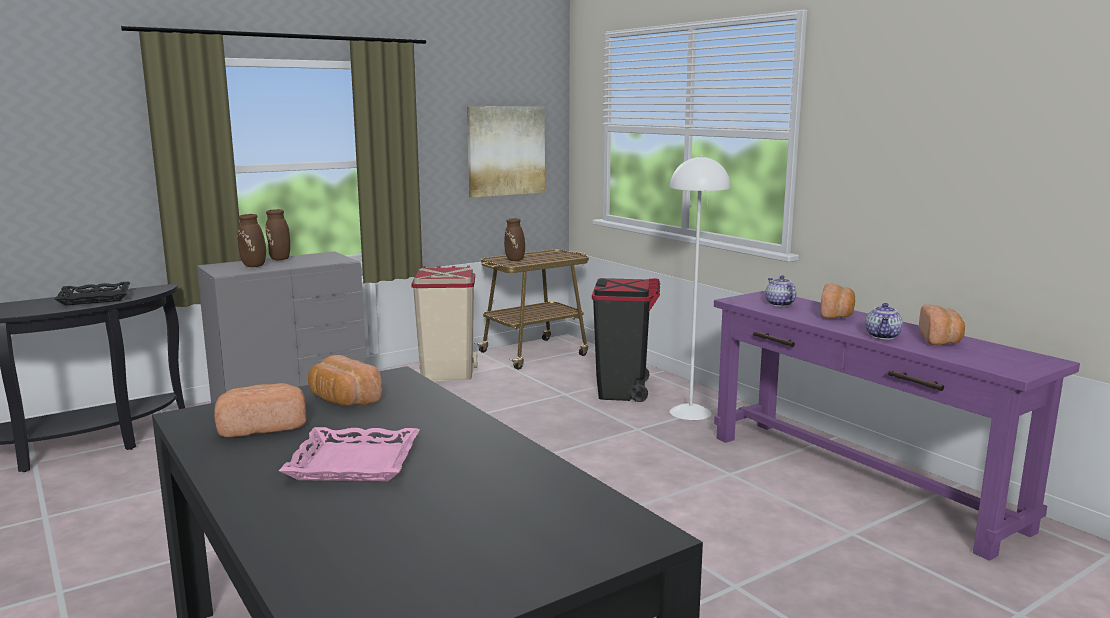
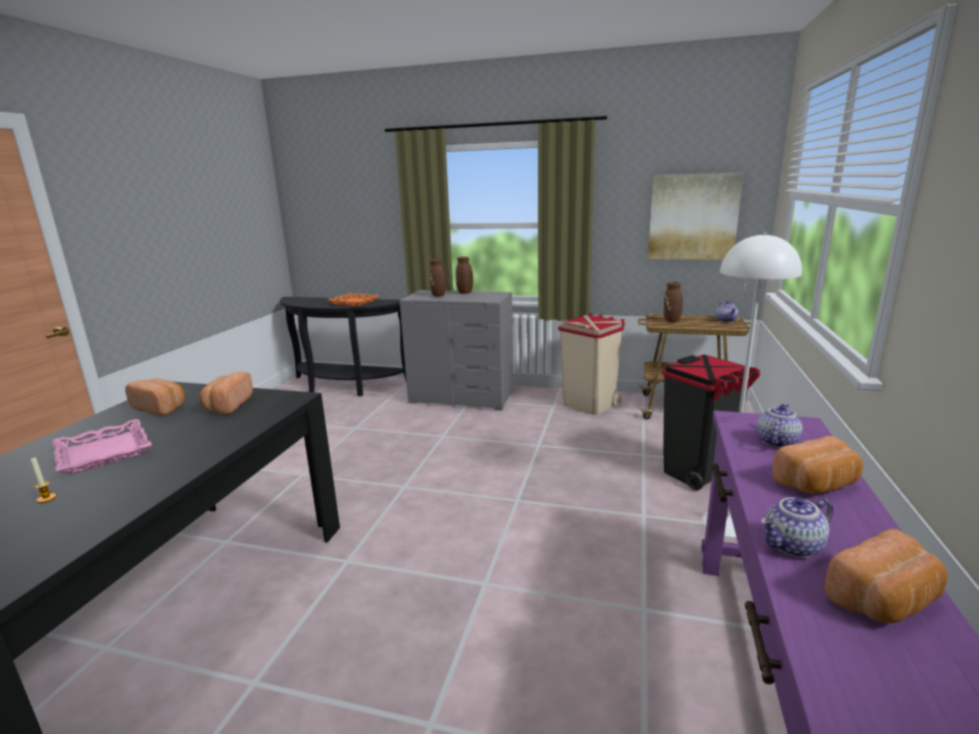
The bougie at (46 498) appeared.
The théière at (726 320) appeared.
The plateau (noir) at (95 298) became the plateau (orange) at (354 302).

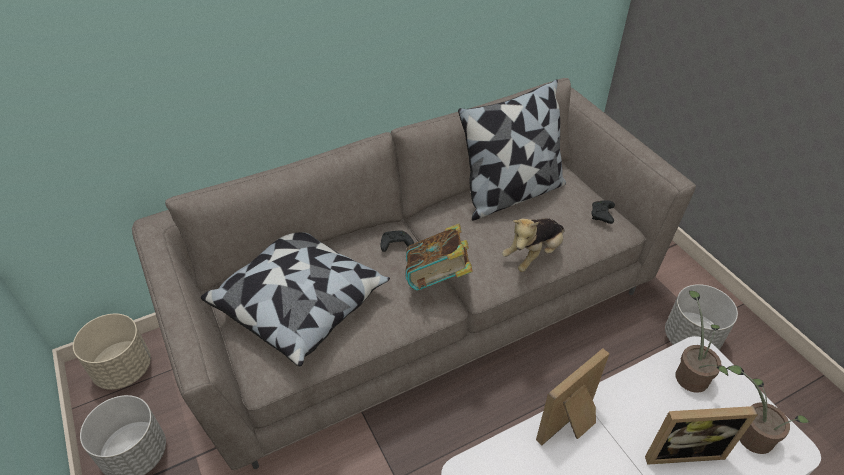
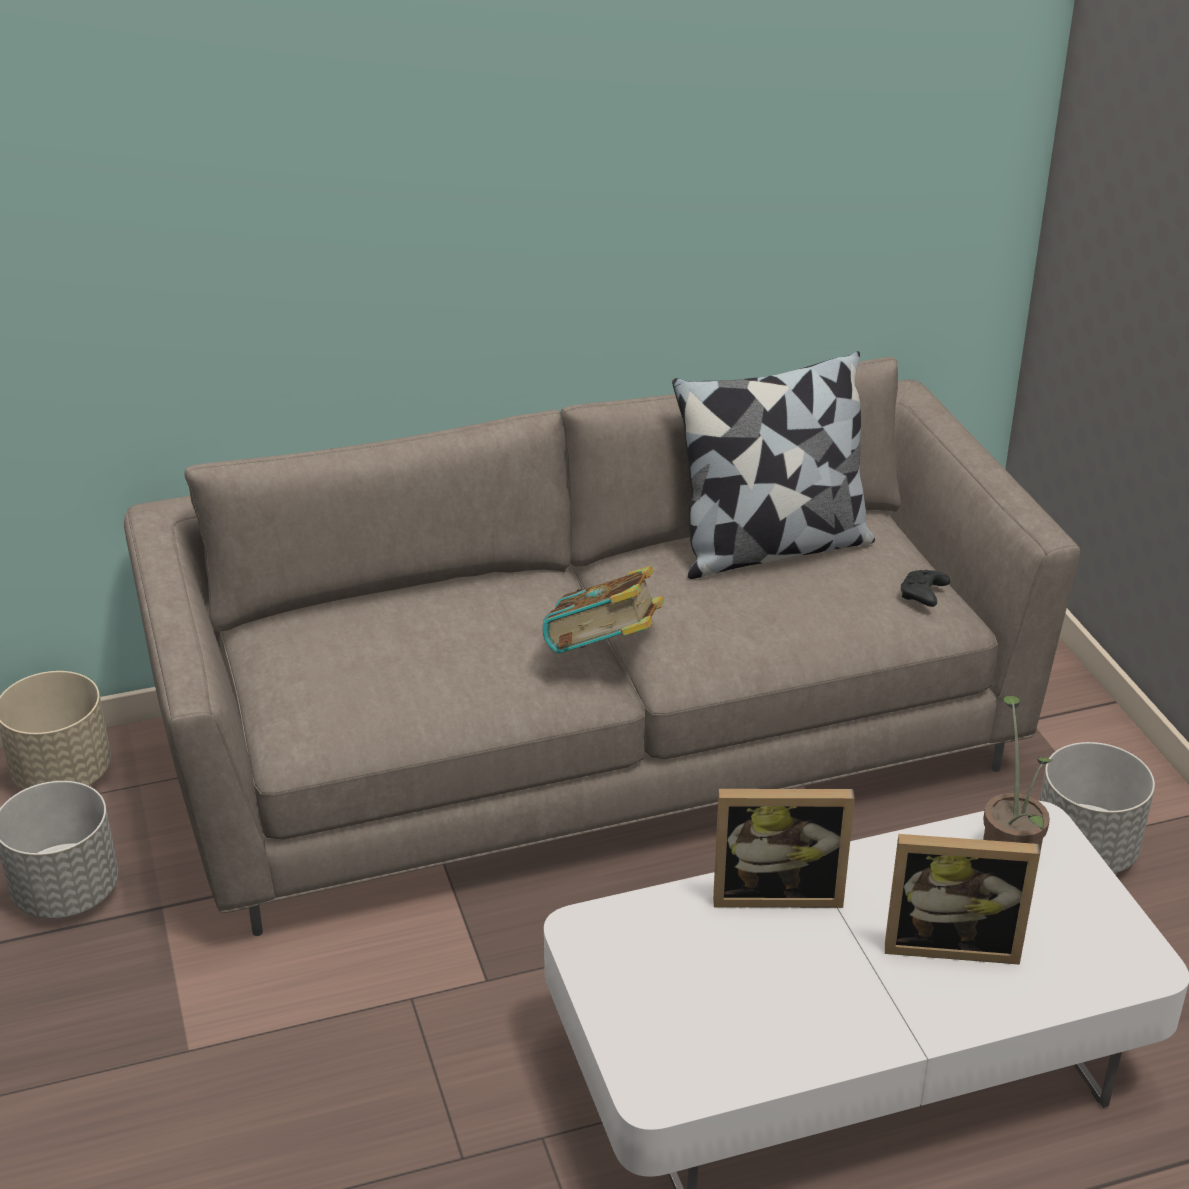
The coussin at (300 304) disappeared.
The manette (noir) at (395 245) disappeared.
The peluche at (533 255) disappeared.
The plante en pot at (749 433) disappeared.
The cadre photo at (571 426) turned 150 degrees counterclockwise.

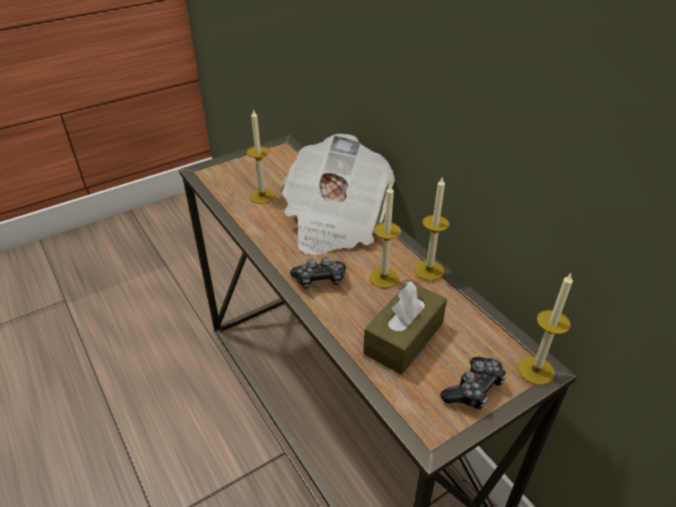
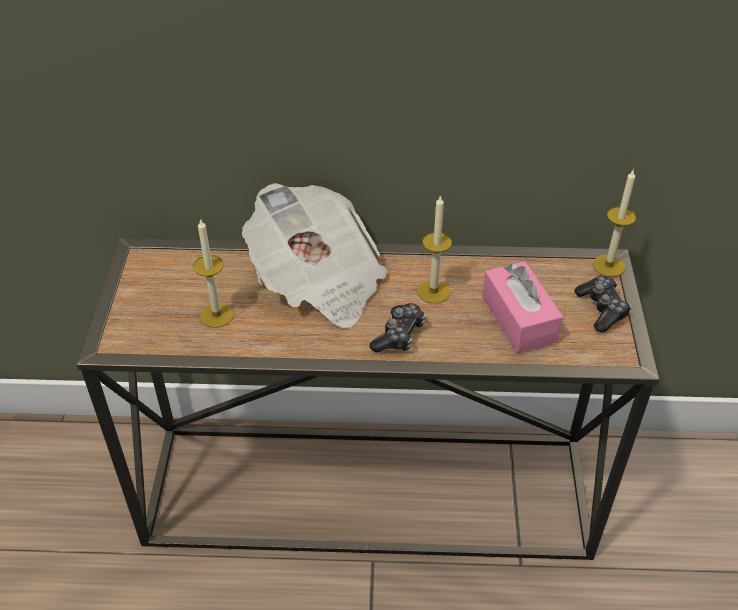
The bougie at (429 270) disappeared.
The boîte à mouchoirs (marron) at (404 338) became the boîte à mouchoirs (rose) at (519 319).

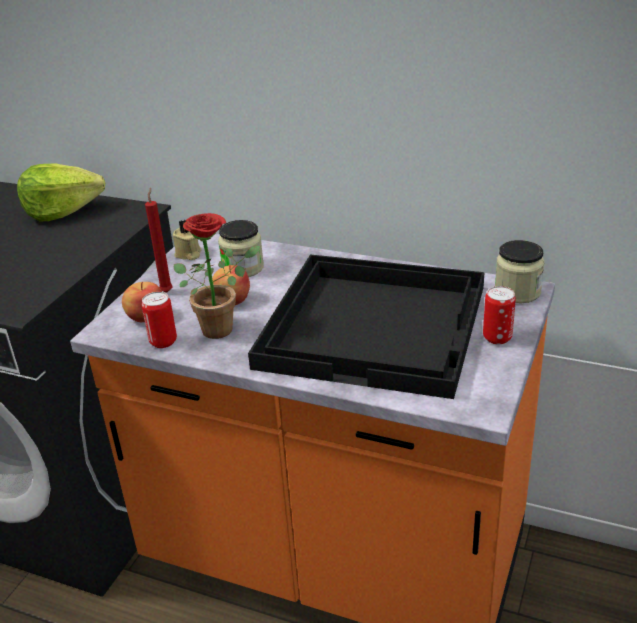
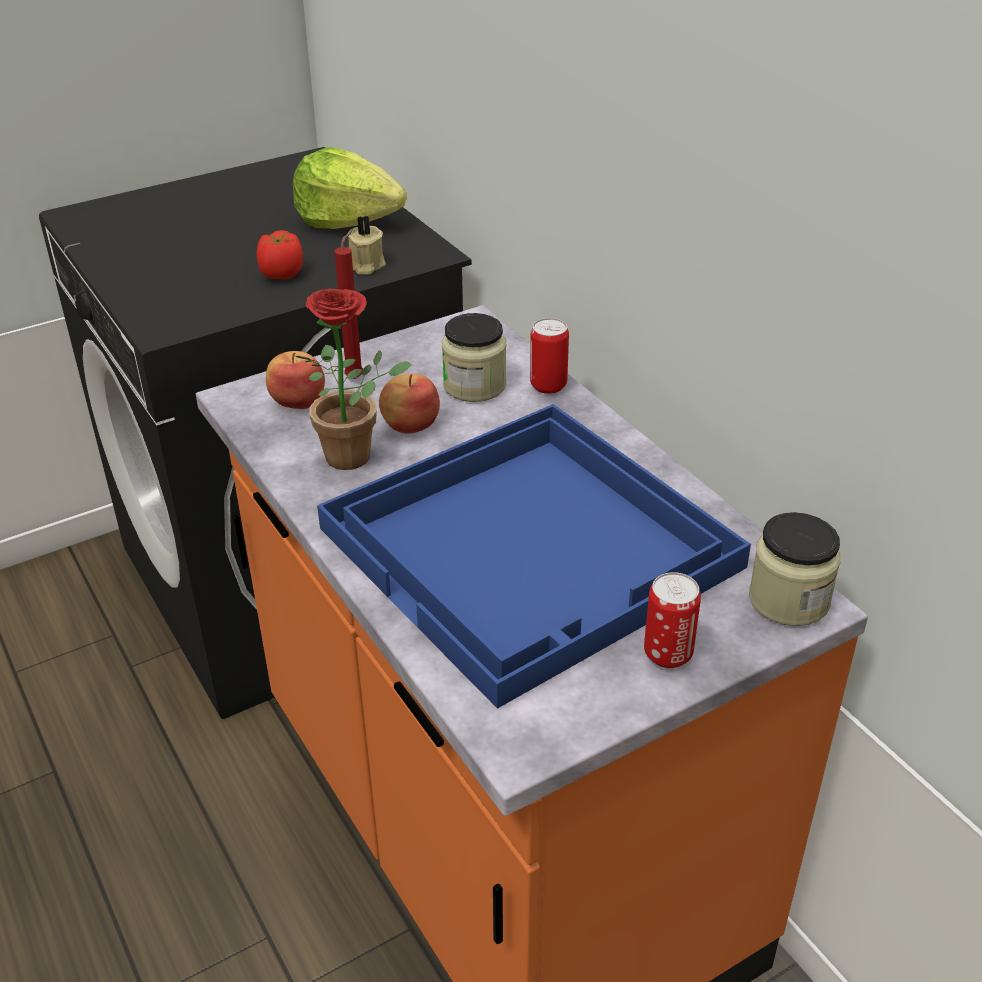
The tomate at (281 274) appeared.
The boîte métallique moved from (163 341) to (548 385).
The bougie (beige) moved from (188 254) to (365 266).
The plateau (noir) at (376 325) became the plateau (bleu) at (533 548).

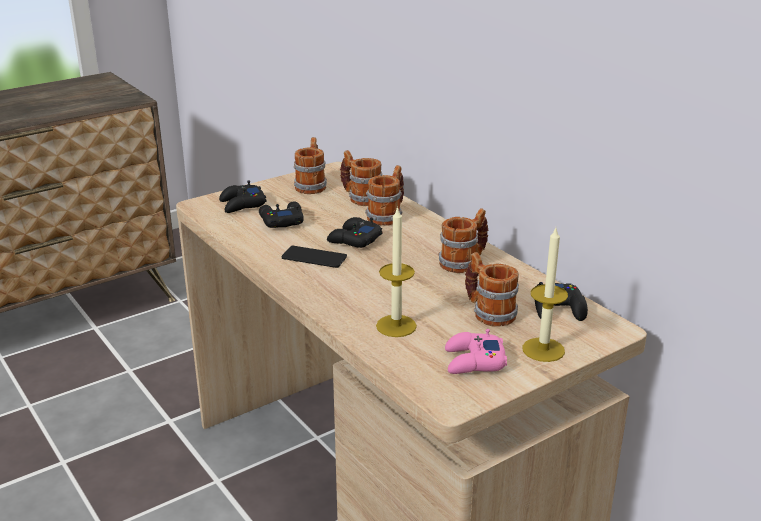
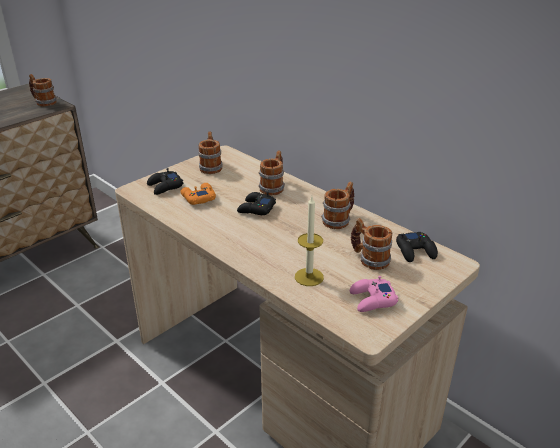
The téléphone at (314 257) disappeared.
The bougie at (543 349) disappeared.
The mug moved from (360 197) to (43 102).
The manette (noir) at (281 221) became the manette (orange) at (198 198).

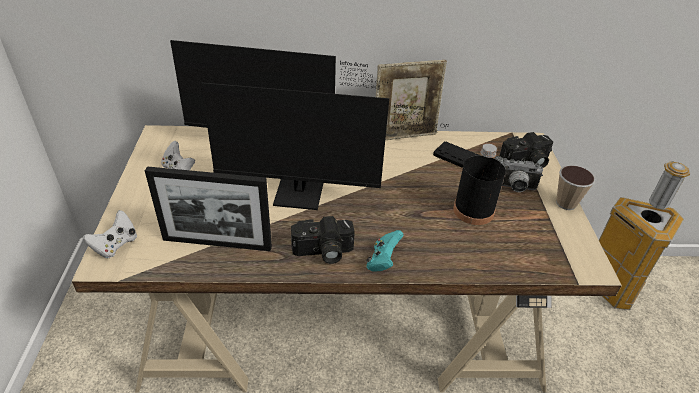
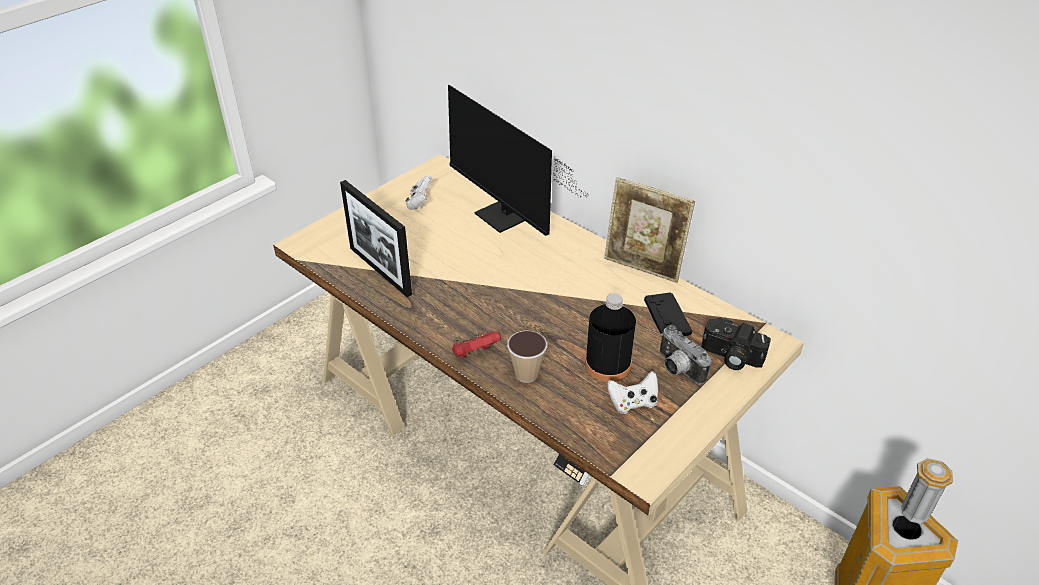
The écran d'ordinateur at (307 195) disappeared.
The appareil photo at (323 252) disappeared.
The manette (blanc) moved from (115 245) to (632 403).
The tasse moved from (566 203) to (526 374).
The manette (turquoise) at (383 261) became the manette (rouge) at (474 354).

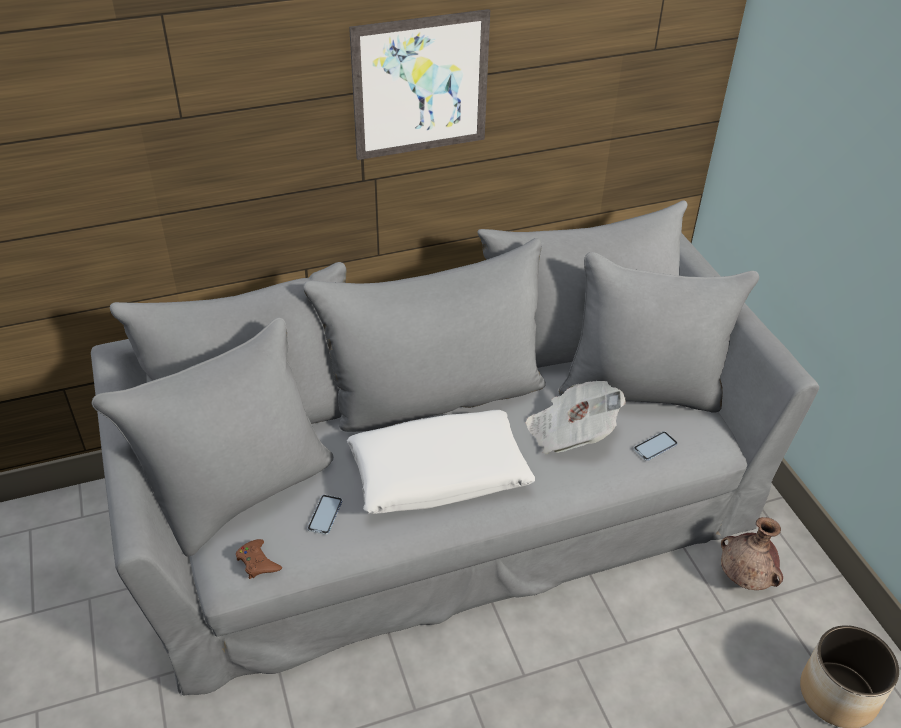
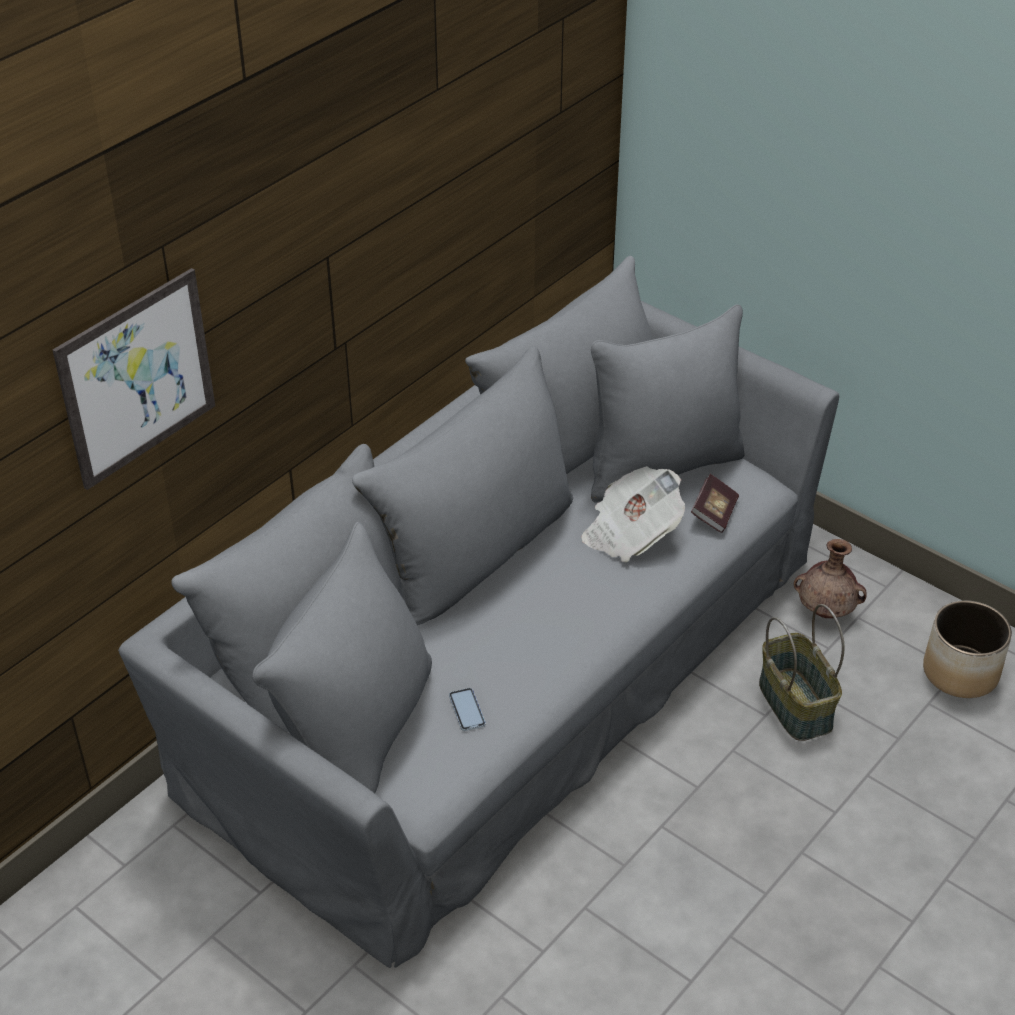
The manette (marron) at (257 562) disappeared.
The coussin (blanc) at (439 474) disappeared.
The panier at (797 705) appeared.
The tableau moved from (420 85) to (137 378).
The téléphone at (655 447) was replaced by the livre at (714 513).

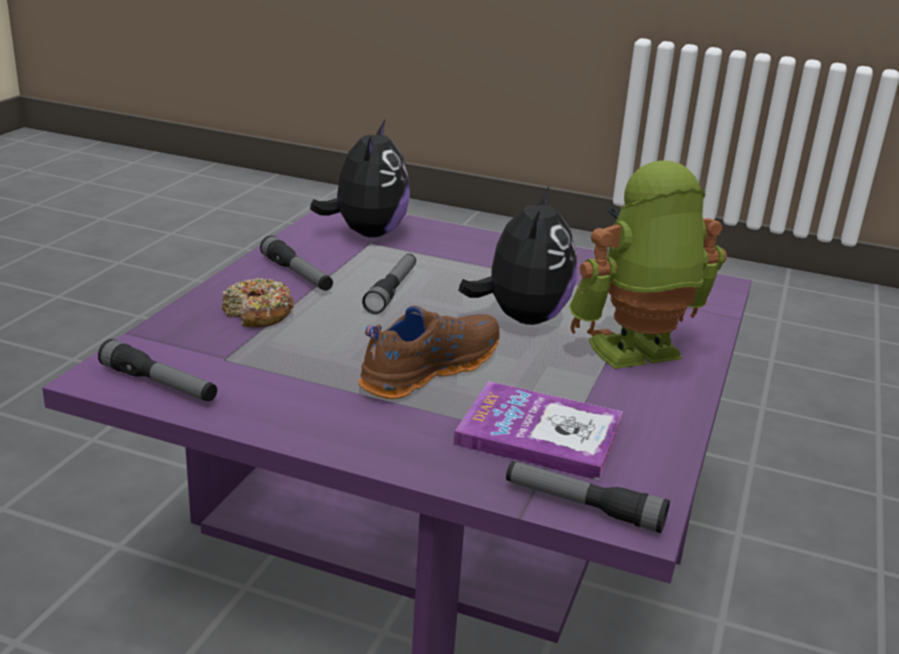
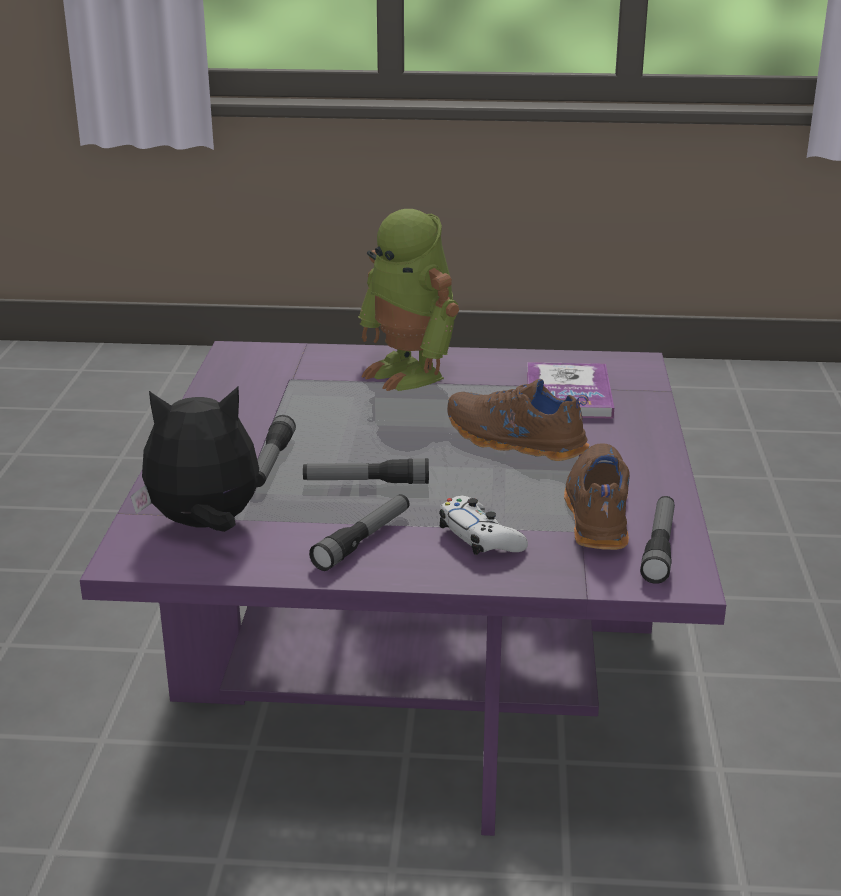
The peluche at (521 318) disappeared.
The chaussure (marron) at (595 513) appeared.
The lampe de poche moved from (583 506) to (271 462).
The beignet at (258 314) was replaced by the manette (blanc) at (480 537).

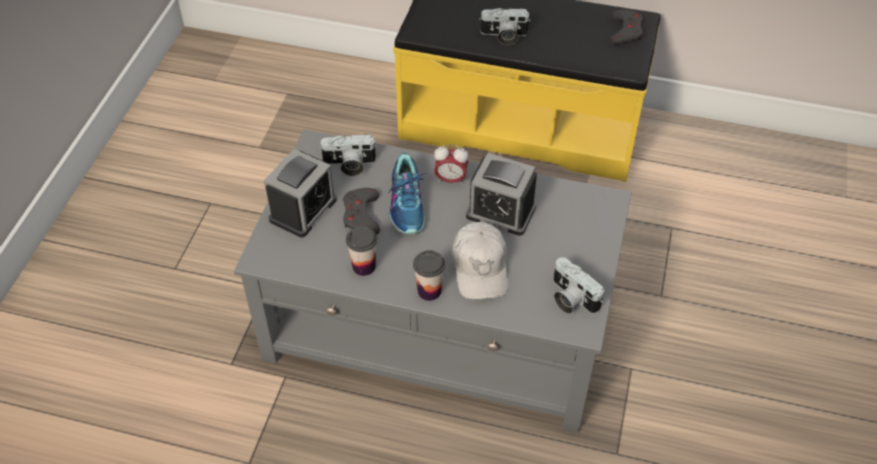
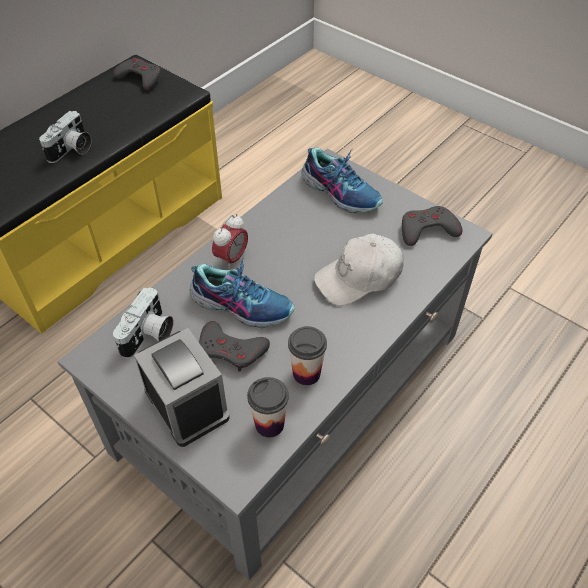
The réveil at (501 212) disappeared.
The chaussure at (341 192) appeared.
The tasse moved from (429 291) to (269 424).
The appareil photo at (570 298) was replaced by the manette (gris) at (427 230).
The casquette (blanc) at (480 267) turned 135 degrees clockwise.

